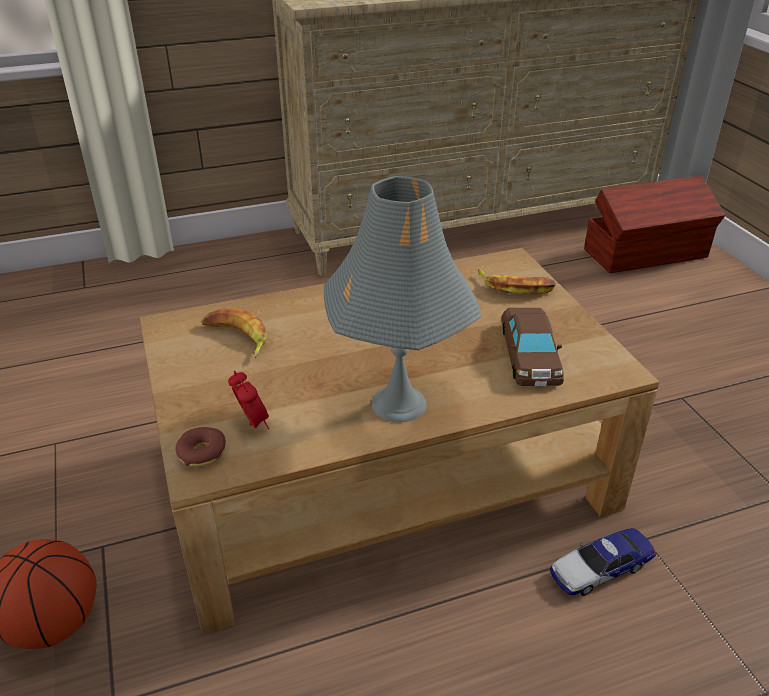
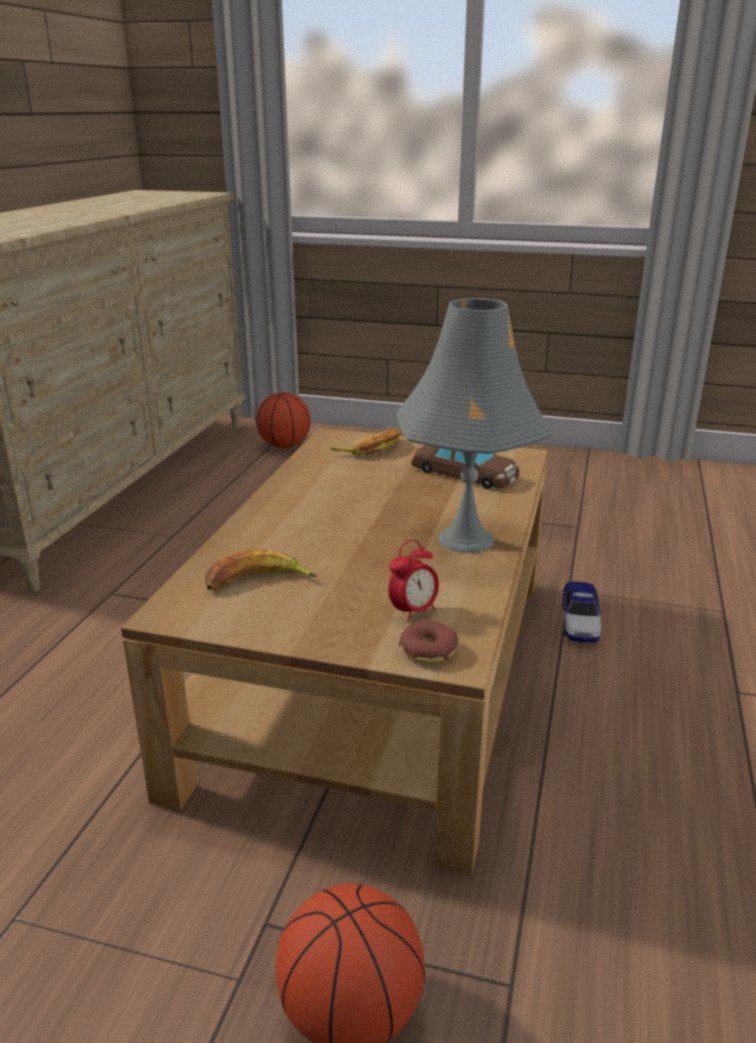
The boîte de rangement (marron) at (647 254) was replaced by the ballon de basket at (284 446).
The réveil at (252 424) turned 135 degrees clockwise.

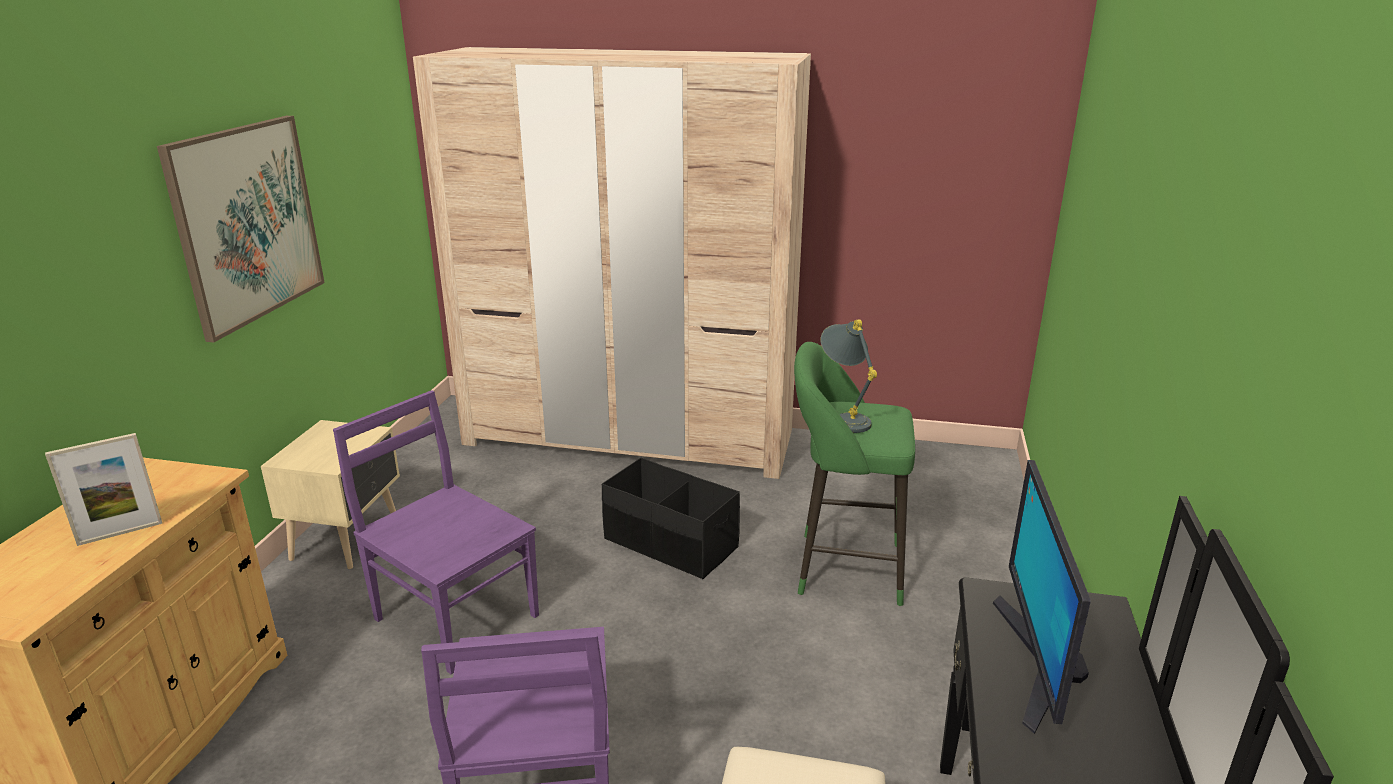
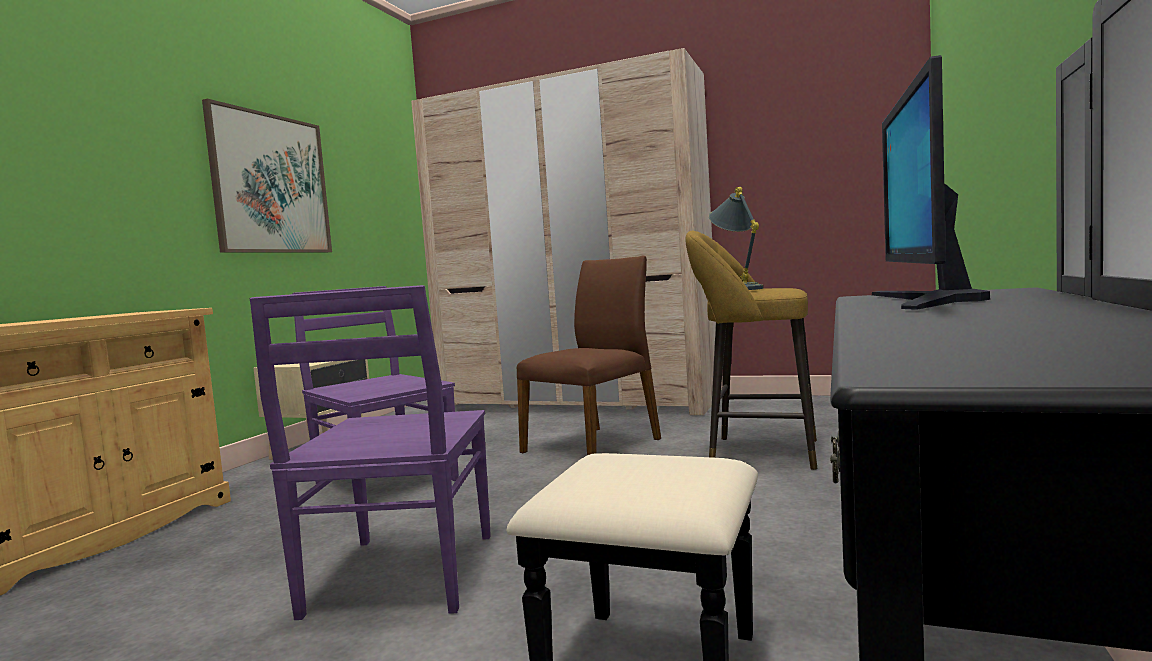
The cadre photo at (120 533) disappeared.
The boîte de rangement (noir) at (670 543) was replaced by the chaise (marron) at (594 445).
The tabouret (vert) at (842 567) became the tabouret (jaune) at (756 452).

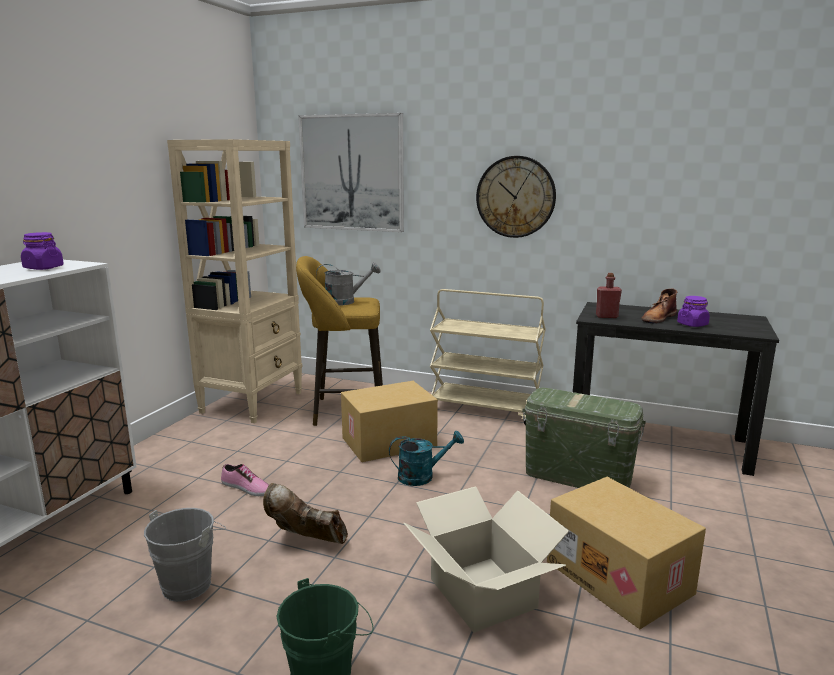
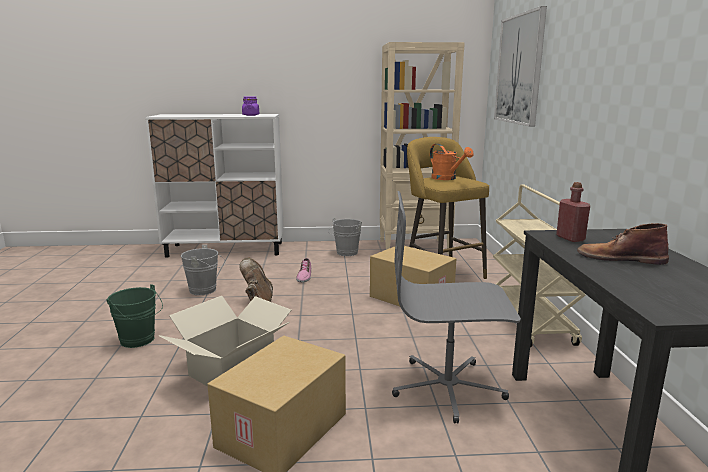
The arrosoir (turquoise) at (422 476) disappeared.
The horloge murale at (515 197) disappeared.
The bocal (violet) at (692 324) disappeared.
The seau (gris) at (346 253) appeared.
The boîte de rangement (vert) at (577 476) was replaced by the chaise de bureau (gris) at (448 388).
The arrosoir (gris) at (345 302) became the arrosoir (orange) at (447 178).

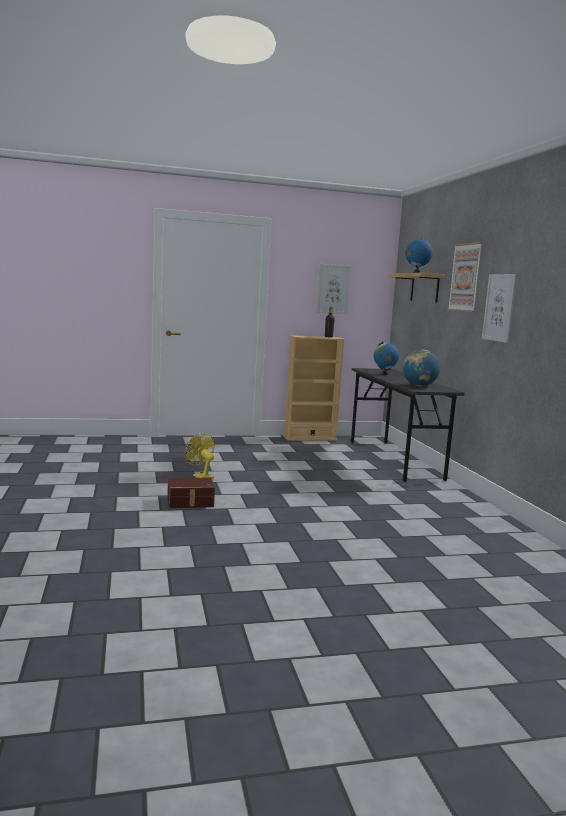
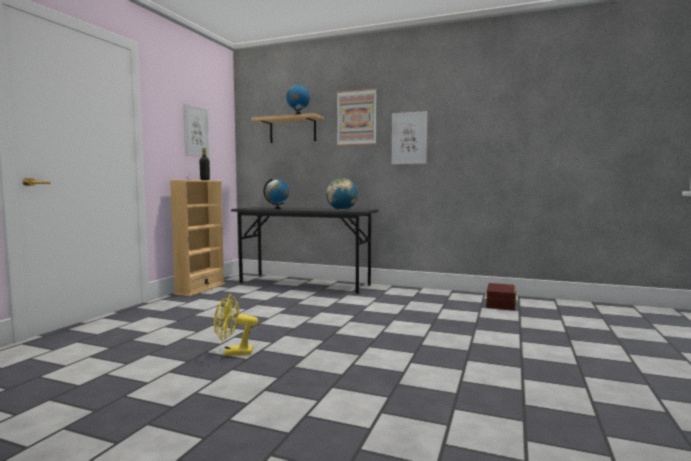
The boîte de rangement (marron) moved from (190 502) to (502 304).

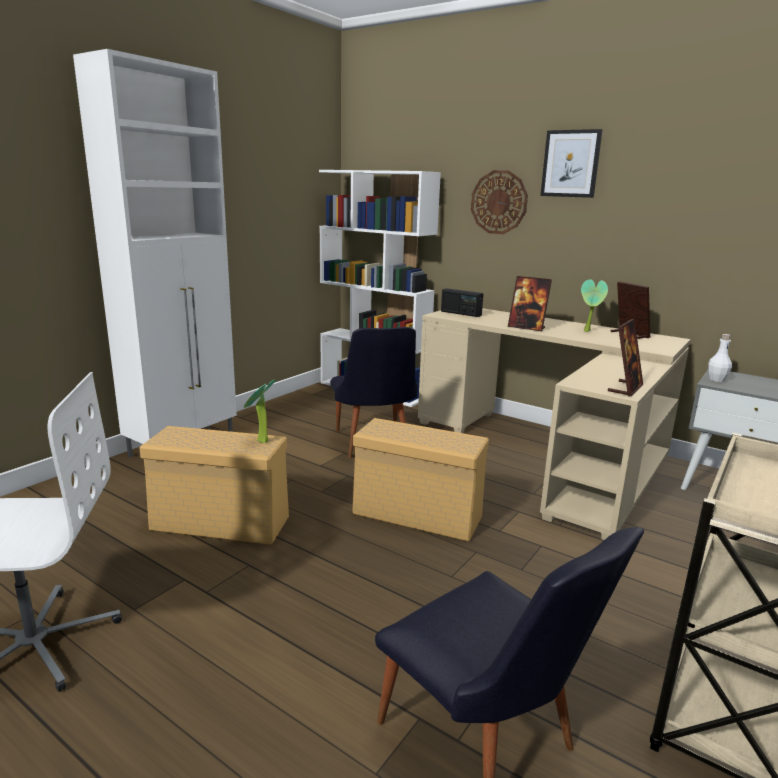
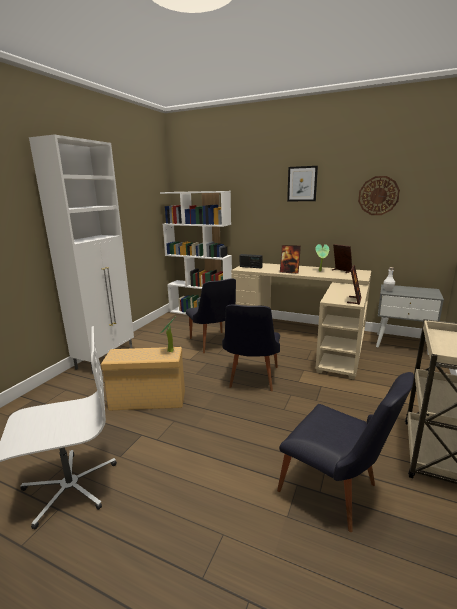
The horloge murale moved from (499 202) to (378 195).
The boîte de rangement (beige) at (415 515) was replaced by the chaise (noir) at (252 380).

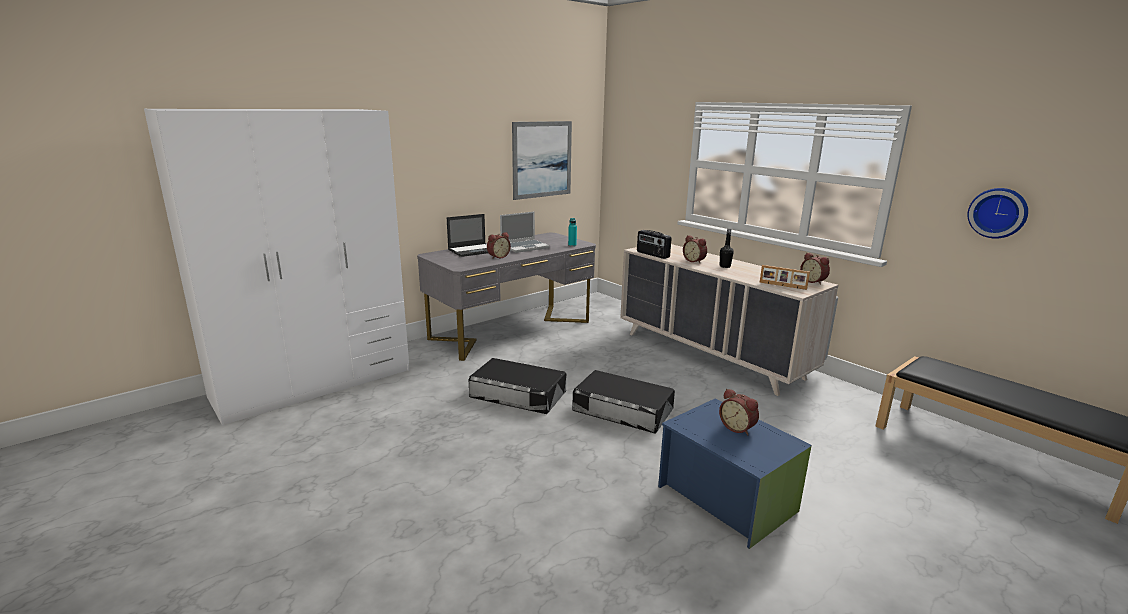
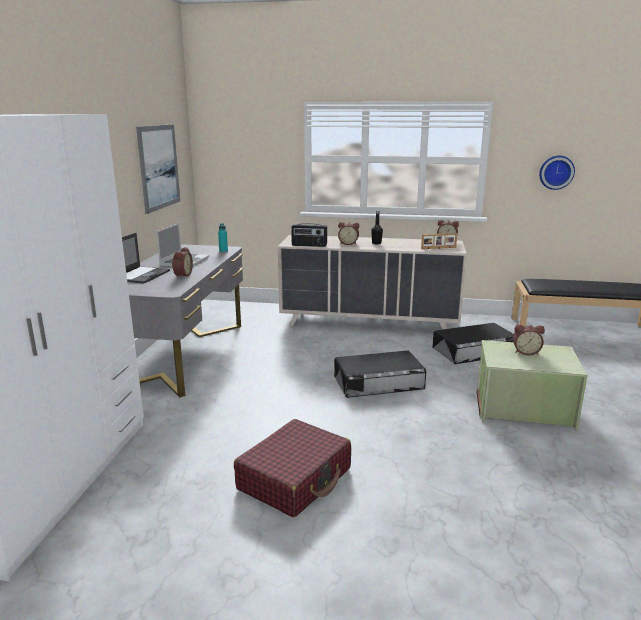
The valise (rouge) at (295 479) appeared.
The boîte de rangement (noir) moved from (518 394) to (474 351).
The boîte de rangement (bleu) at (727 497) became the boîte de rangement (vert) at (523 408).

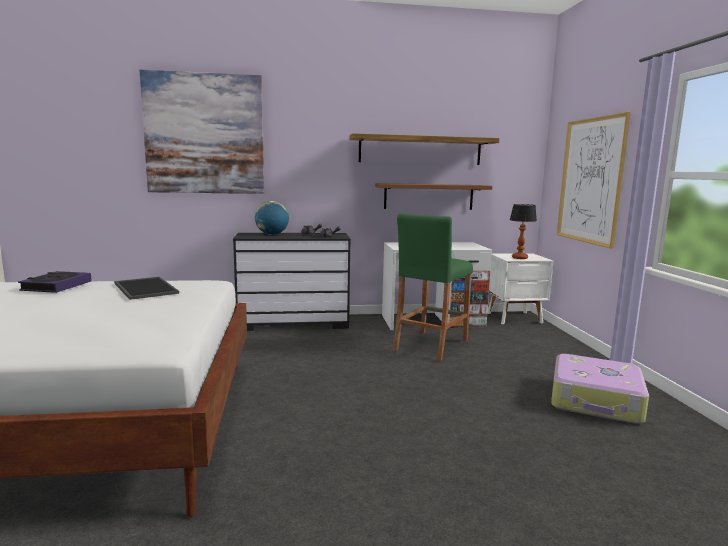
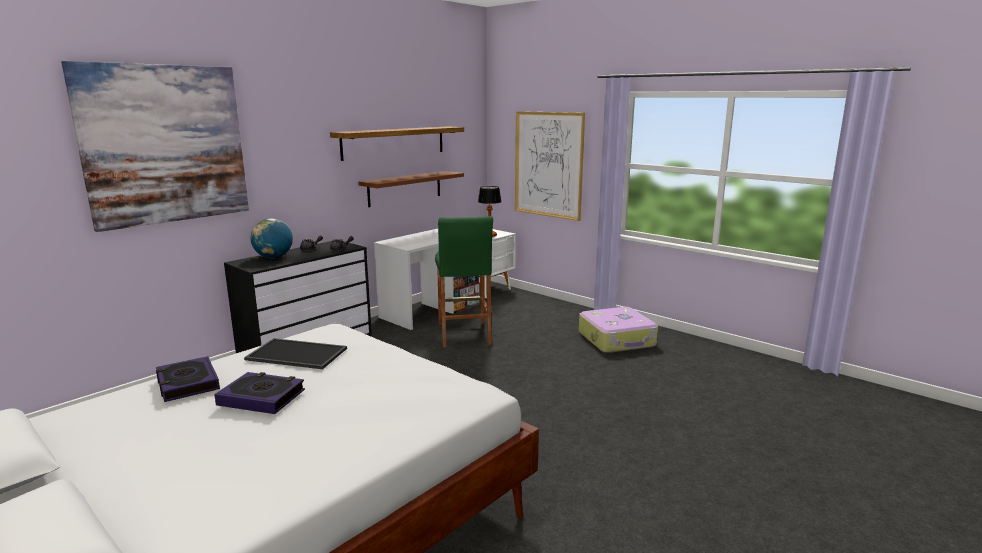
The livre at (261 398) appeared.

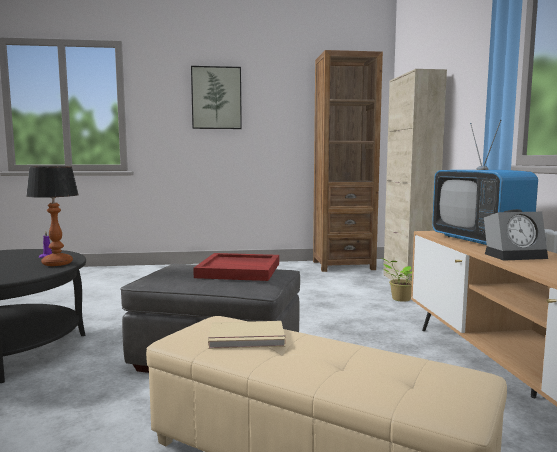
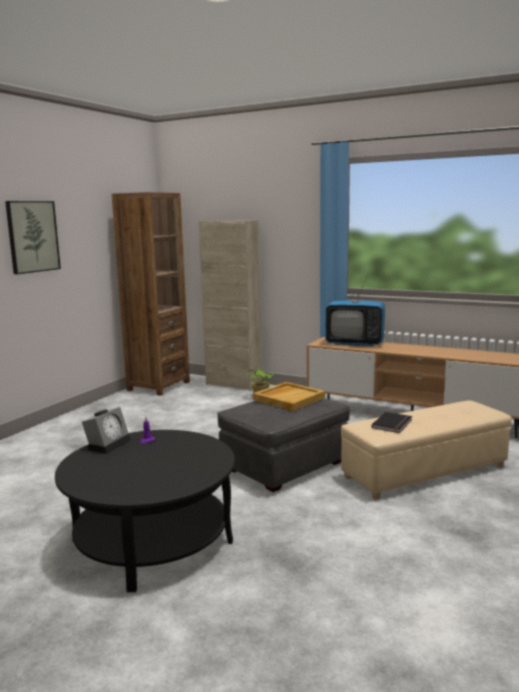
The lampe de table at (57 263) disappeared.
The réveil moved from (515 255) to (108 444).
The plateau (rouge) at (240 270) became the plateau (beige) at (289 398).
The livre (beige) at (247 338) became the livre (noir) at (393 424).

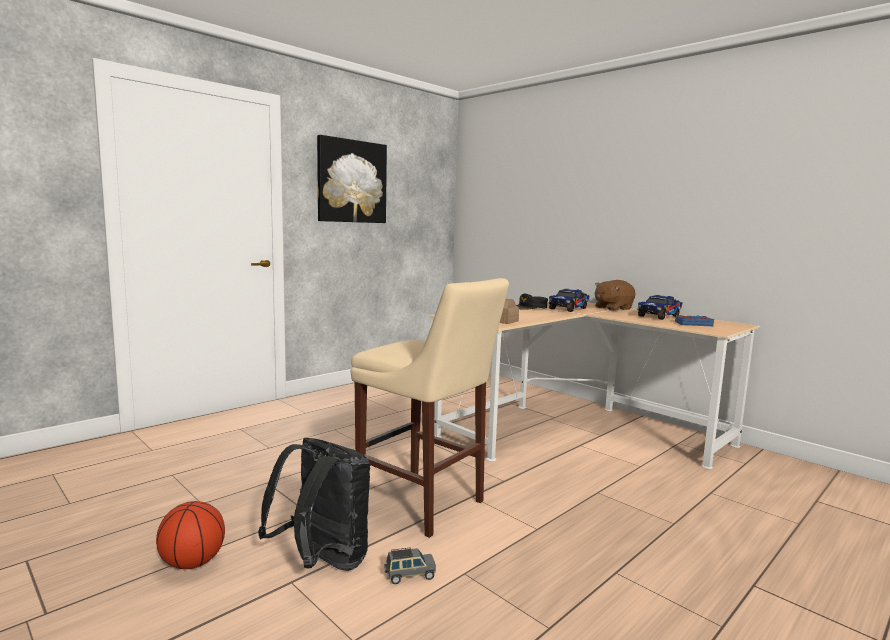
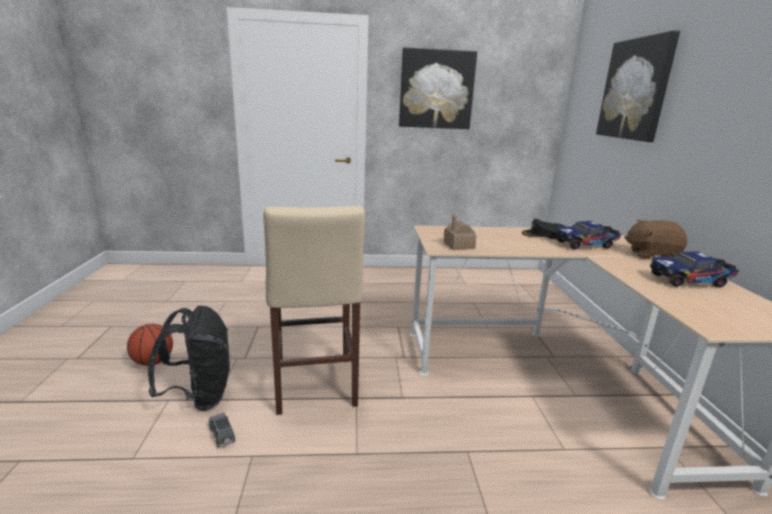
The livre (bleu) at (693 324) disappeared.
The tableau at (635 89) appeared.
The petite voiture (gris) at (409 575) turned 150 degrees counterclockwise.

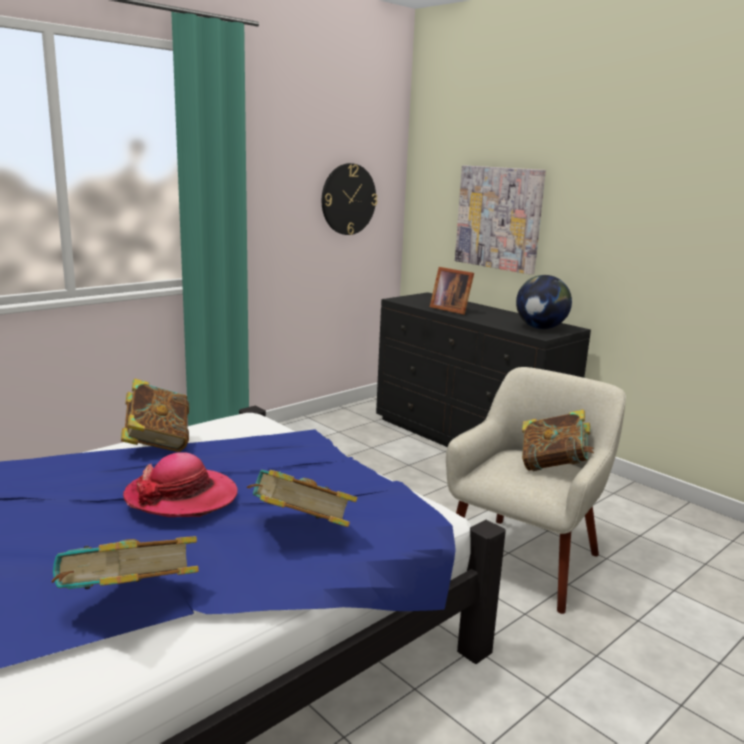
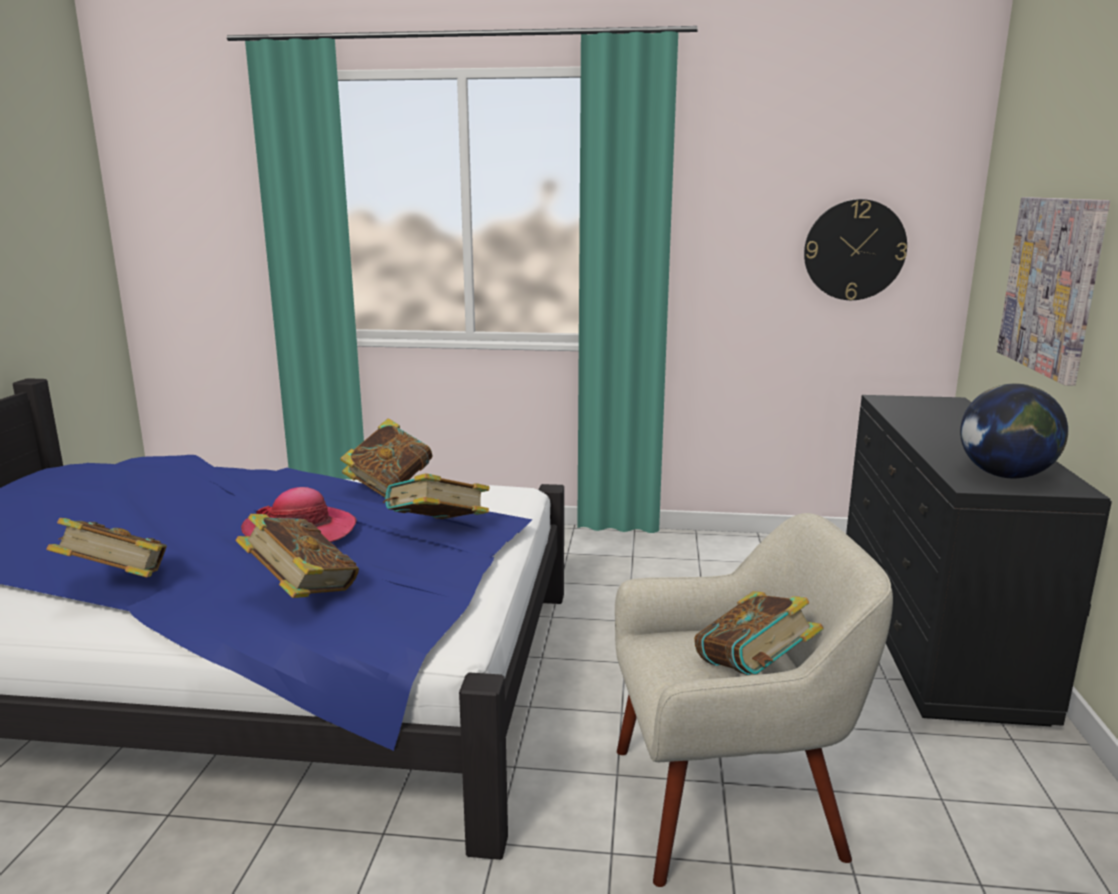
The cadre photo at (450 309) disappeared.
The livre at (437 531) appeared.

